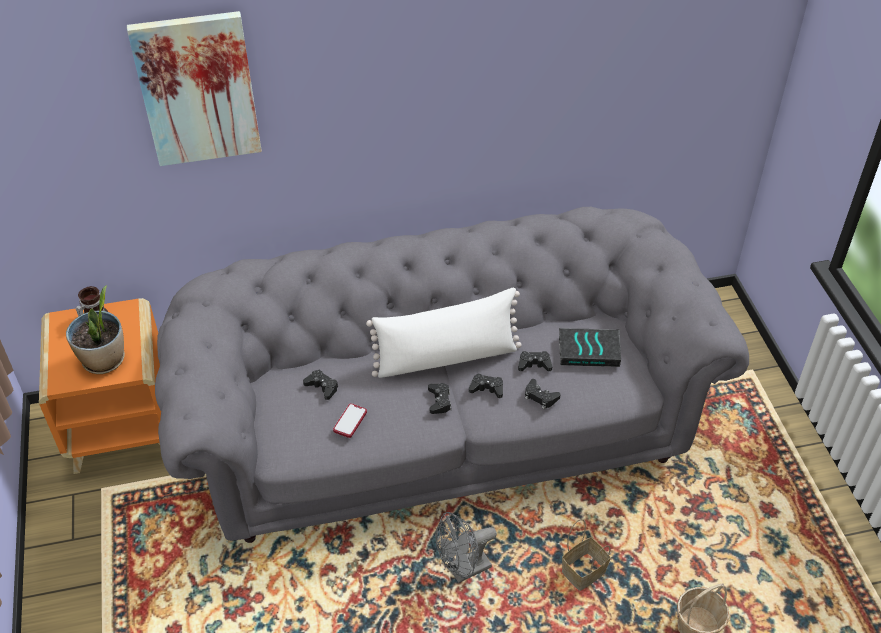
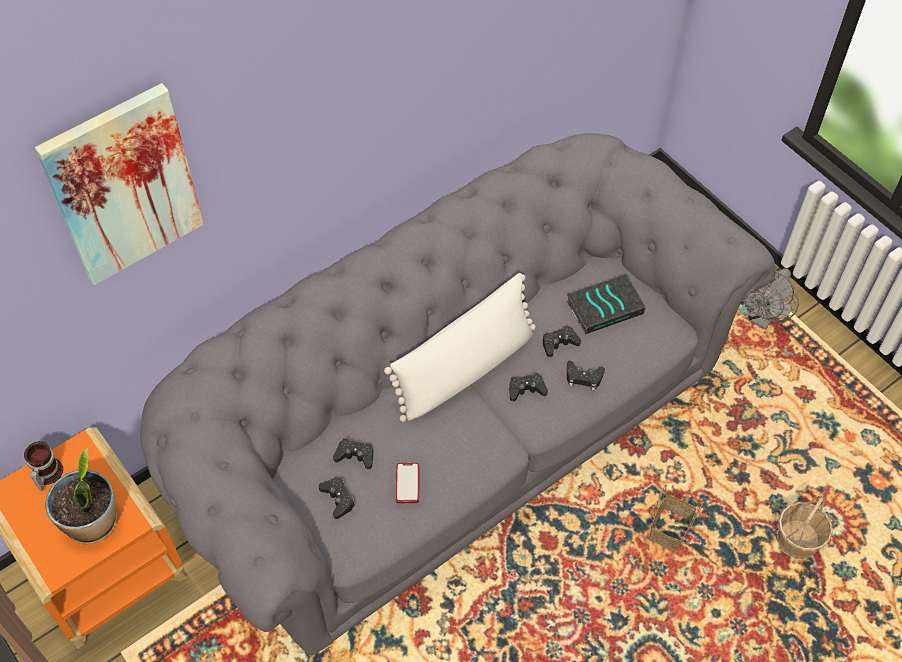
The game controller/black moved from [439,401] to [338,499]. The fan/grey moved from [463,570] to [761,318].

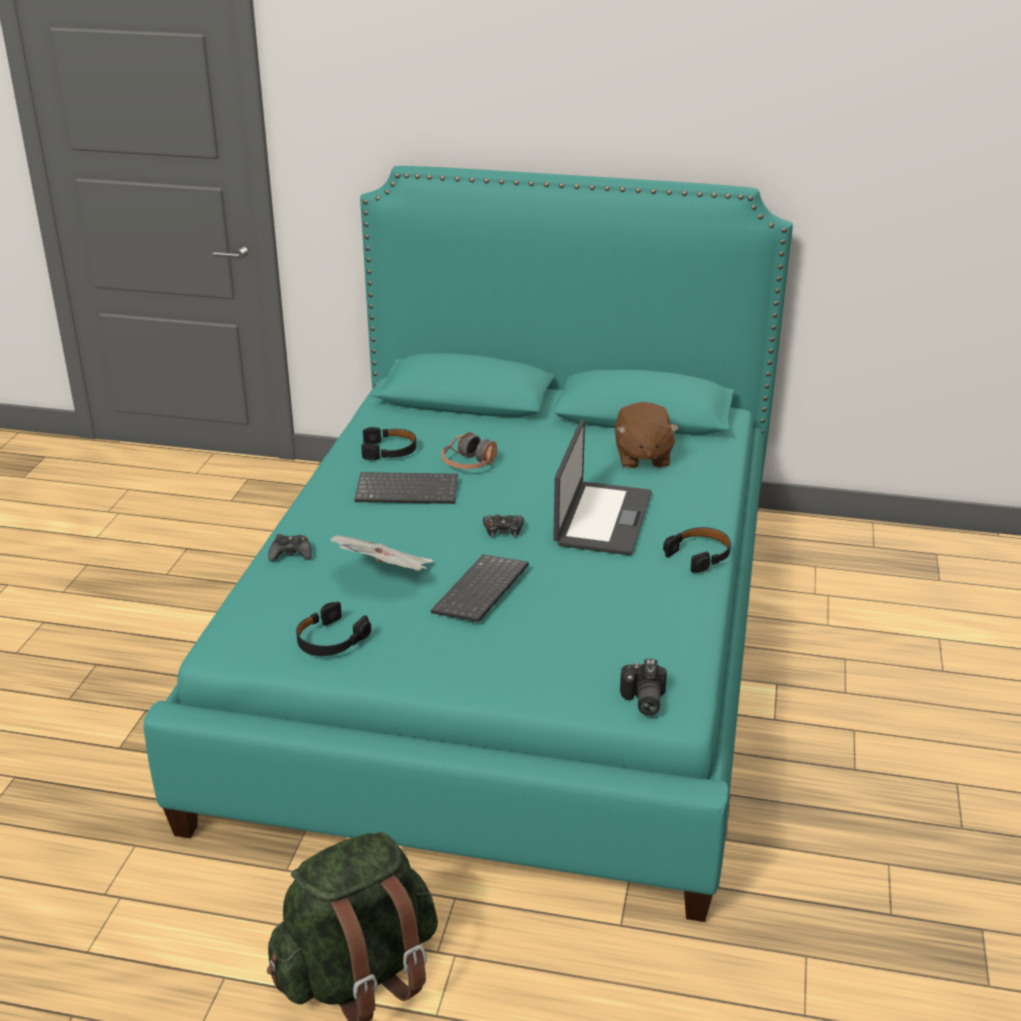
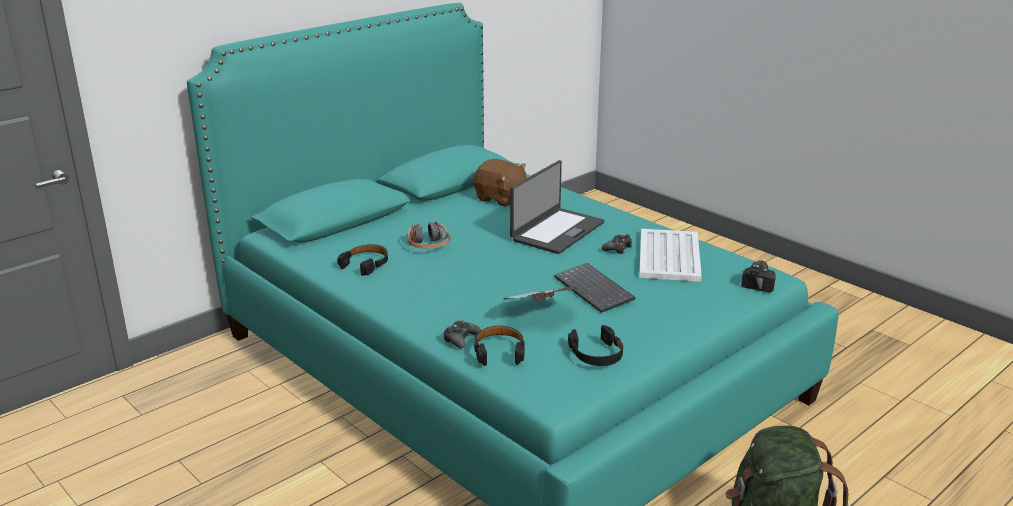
The keyboard at [408,490] disappeared. The game controller/black moved from [503,530] to [617,248]. The laptop at [601,518] turned 75 degrees clockwise. The photo camera at [642,700] turned 105 degrees counterclockwise. The headphones/black moved from [699,555] to [499,351]. The tray/white at [669,256] appeared.

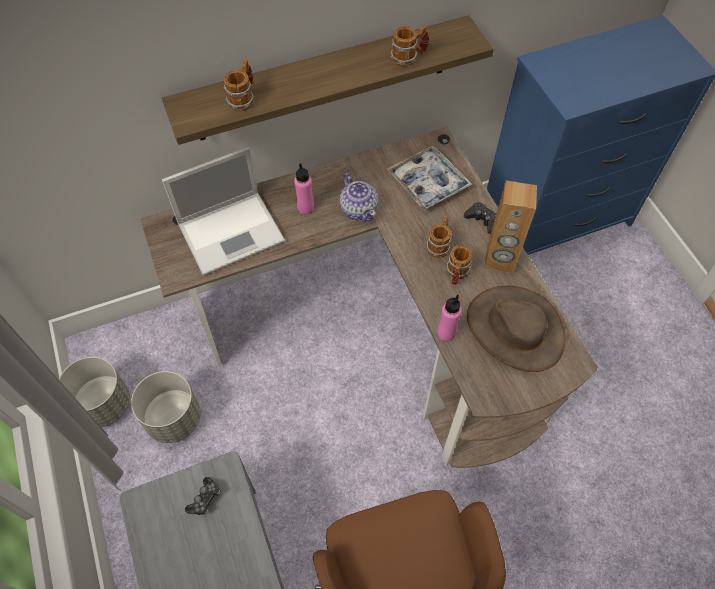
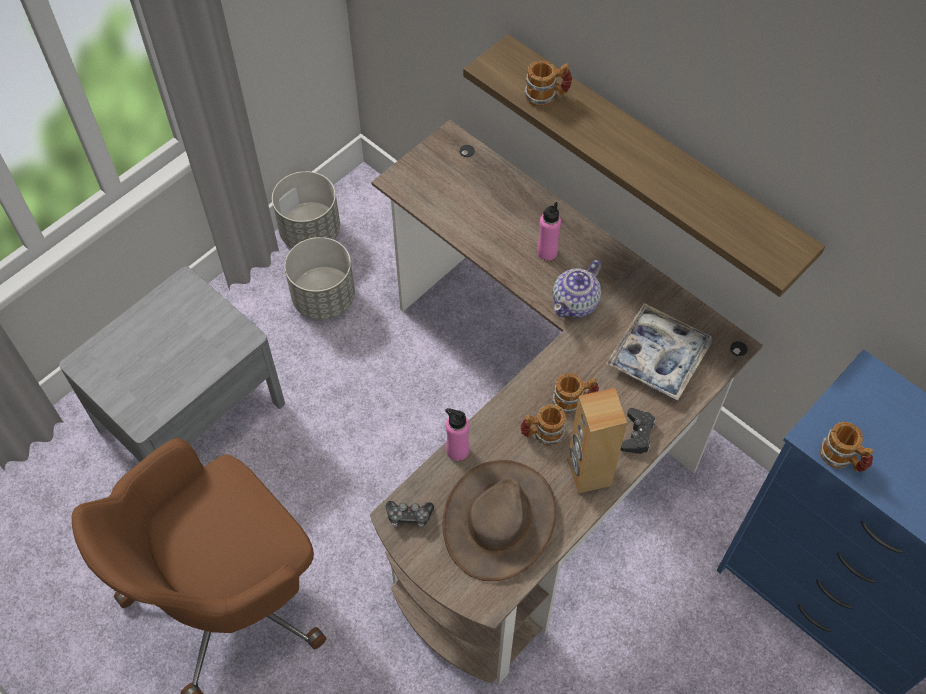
The laptop at [232,231] disappeared. The game controller moved from [205,499] to [409,516]. The mug moved from [409,57] to [842,458].

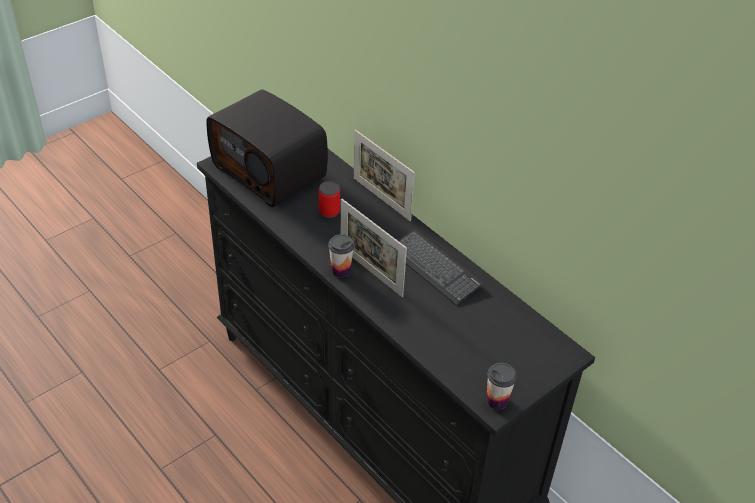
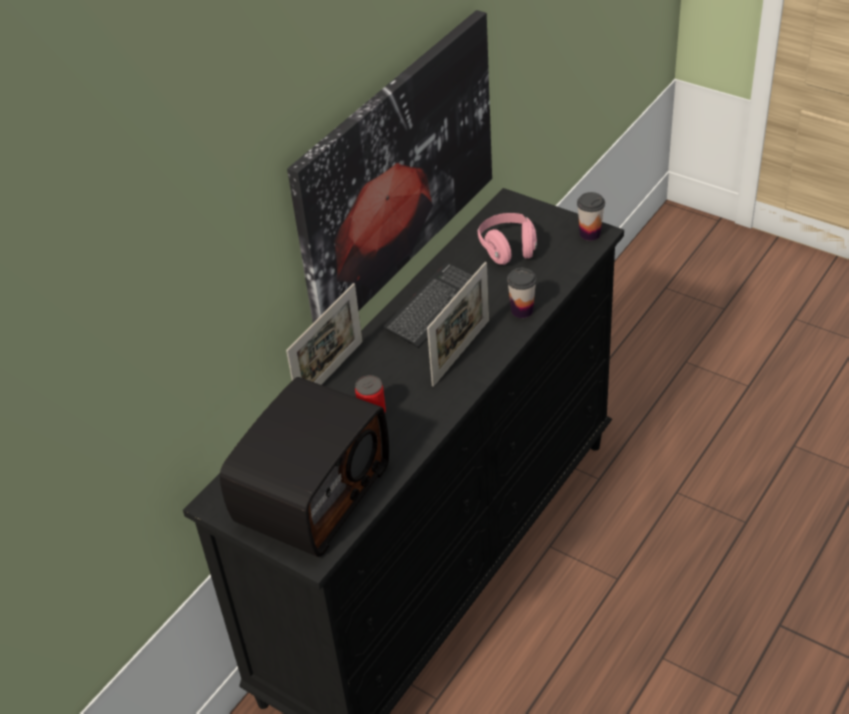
The cup moved from [341,271] to [522,310]. The picture at [396,172] appeared. The headphones/pink at [508,249] appeared.

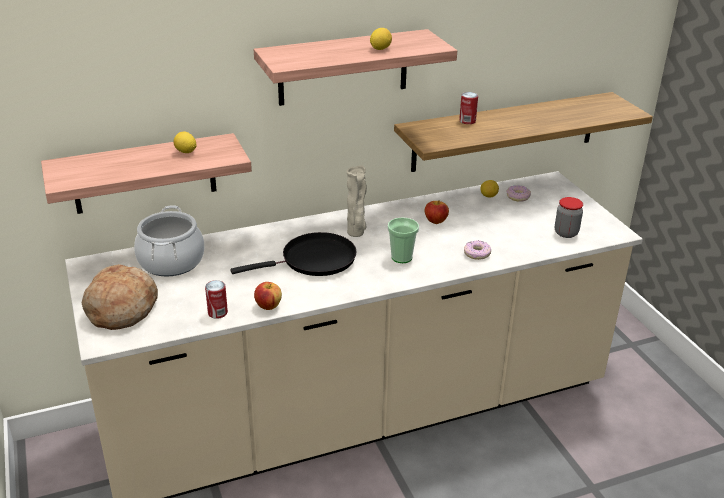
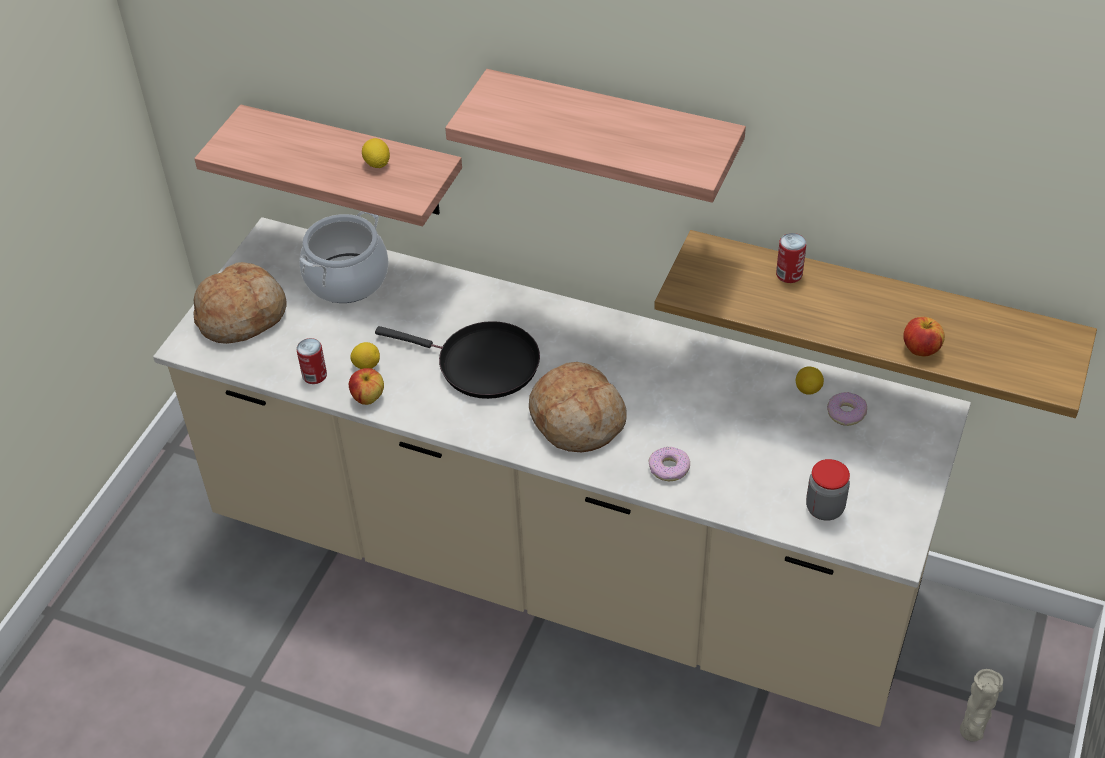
The vase/beige moved from [356,233] to [971,733]. The lemon moved from [380,49] to [366,365]. The cup at [401,257] was replaced by the bread at [577,419]. The apple moved from [435,221] to [920,349].

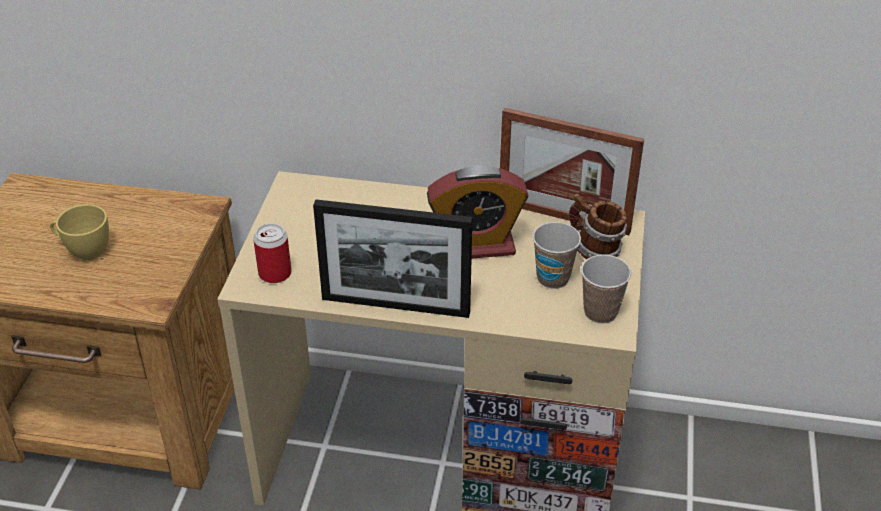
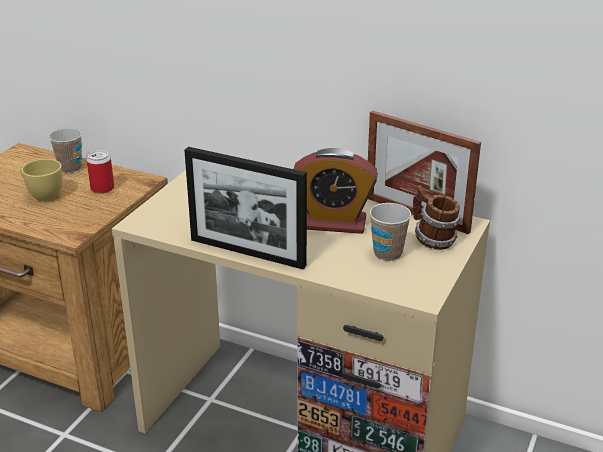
The can moved from [275,273] to [102,189]. The cup moved from [600,312] to [70,168].

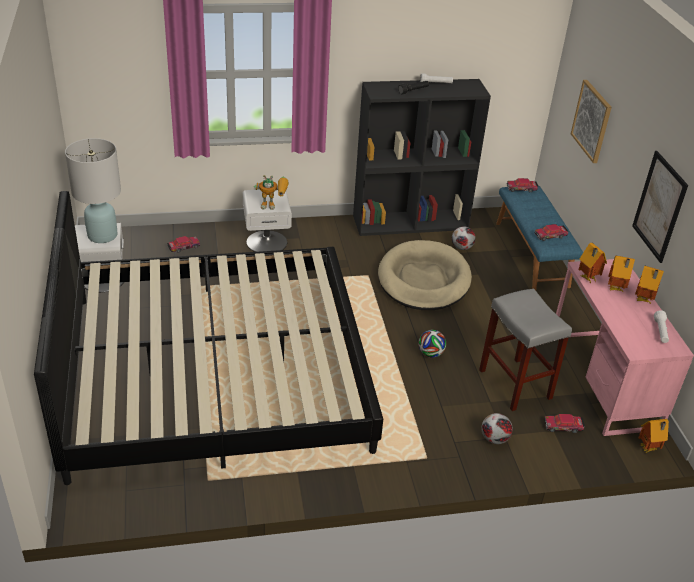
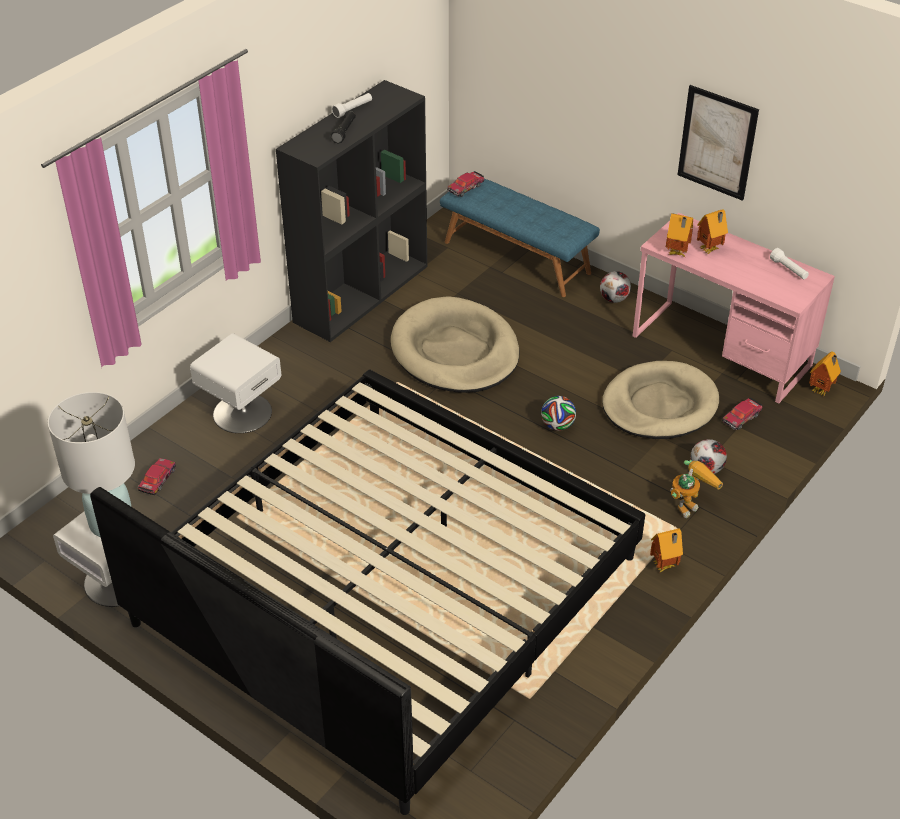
The toy robot moved from [273,205] to [689,503]. The football moved from [462,248] to [614,299]. The stool/grey at [514,383] was replaced by the dog bed/beige at [659,405]. The toy car at [550,236] disappeared. The picture at [592,121] disappeared. The toy house moved from [643,300] to [664,567].

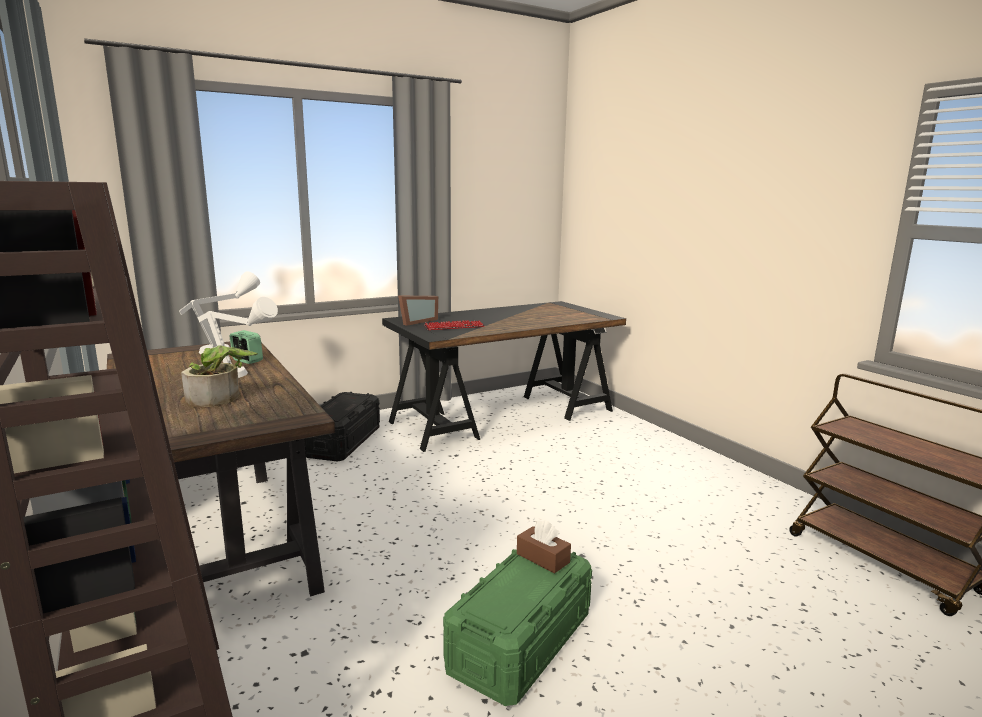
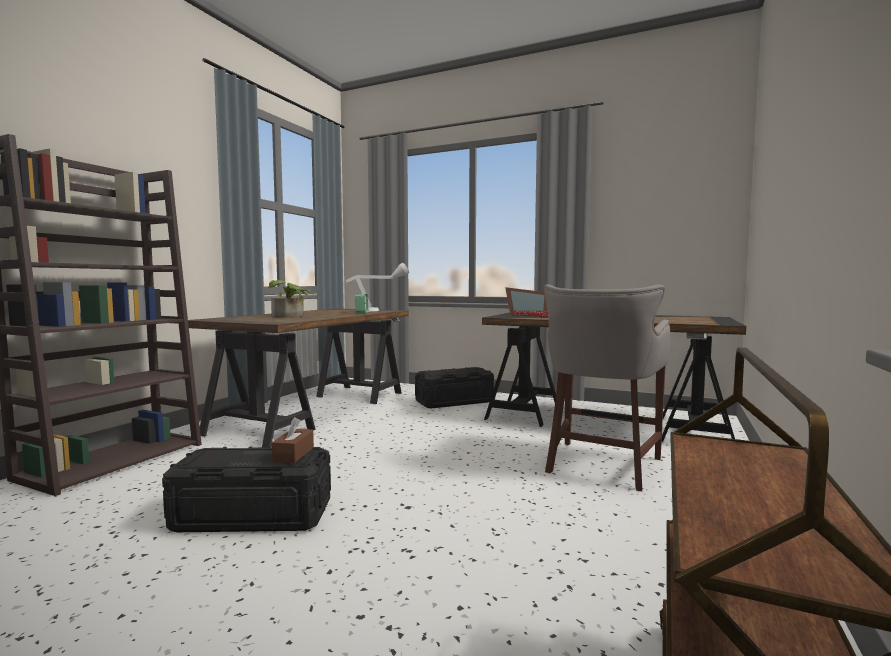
The table lamp/white at [241,377] disappeared. The storage box/green at [520,642] became the storage box/black at [253,515]. The stool/grey at [601,465] appeared.

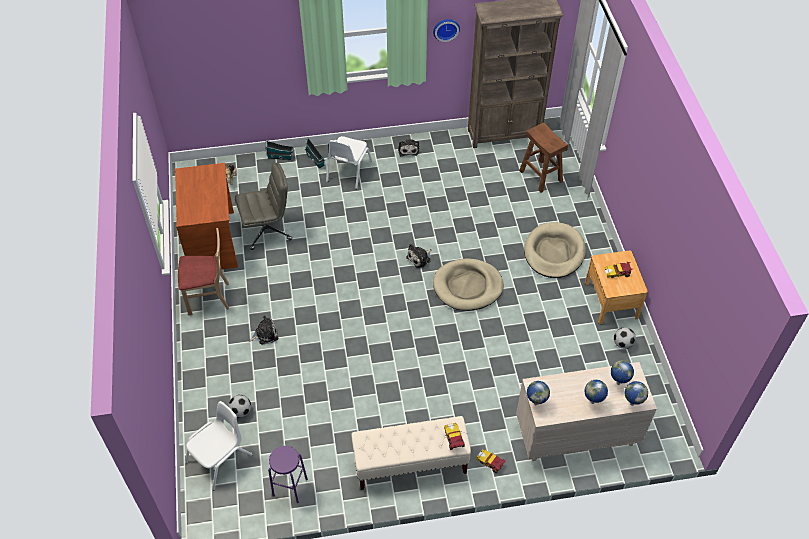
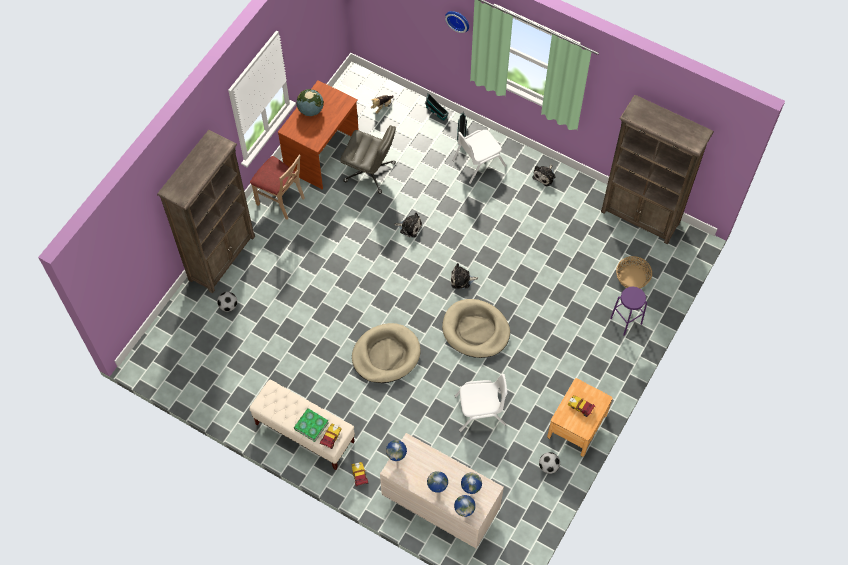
The chair/white moved from [220,459] to [480,411]. The plush toy moved from [265,334] to [409,227]. The stool/purple moved from [290,487] to [626,321]. The wall clock moved from [446,28] to [458,20]. The stool/brown at [541,176] was replaced by the basket at [632,278]. The dog bed/beige moved from [554,252] to [386,355]. The bookcase/brown at [222,257] appeared. The book at [311,426] appeared. The globe at [310,110] appeared.

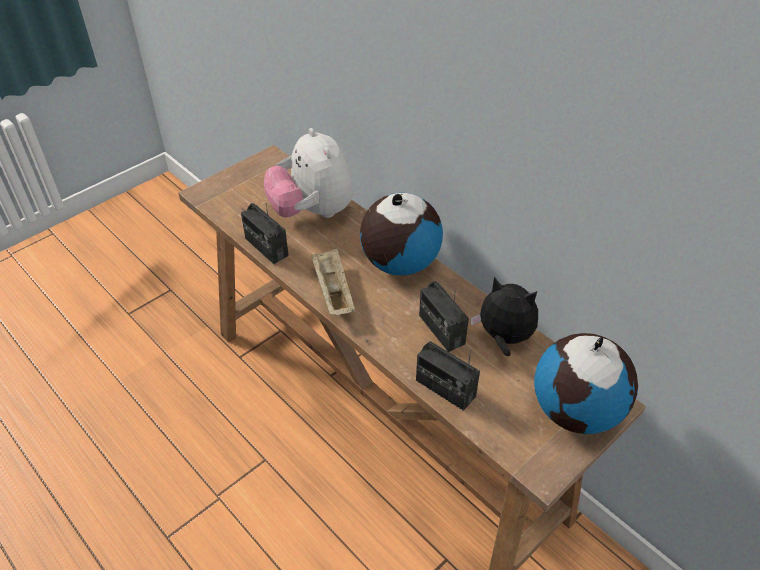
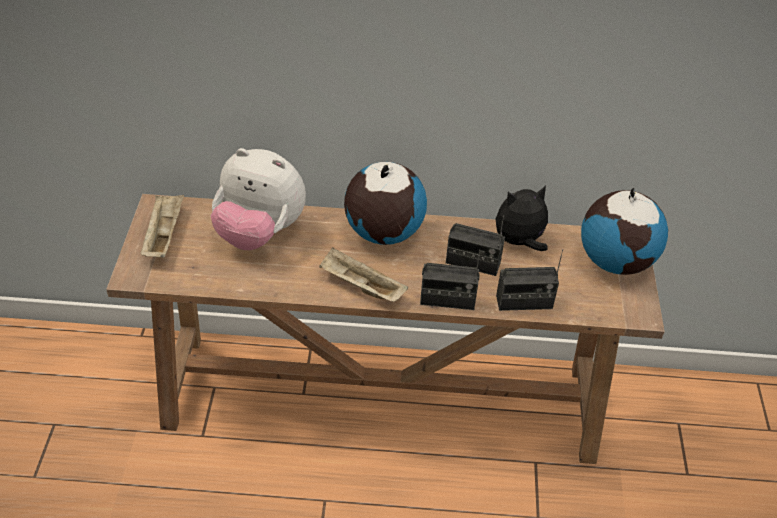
The radio moved from [266,247] to [447,300]. The tray/beige at [164,235] appeared.

